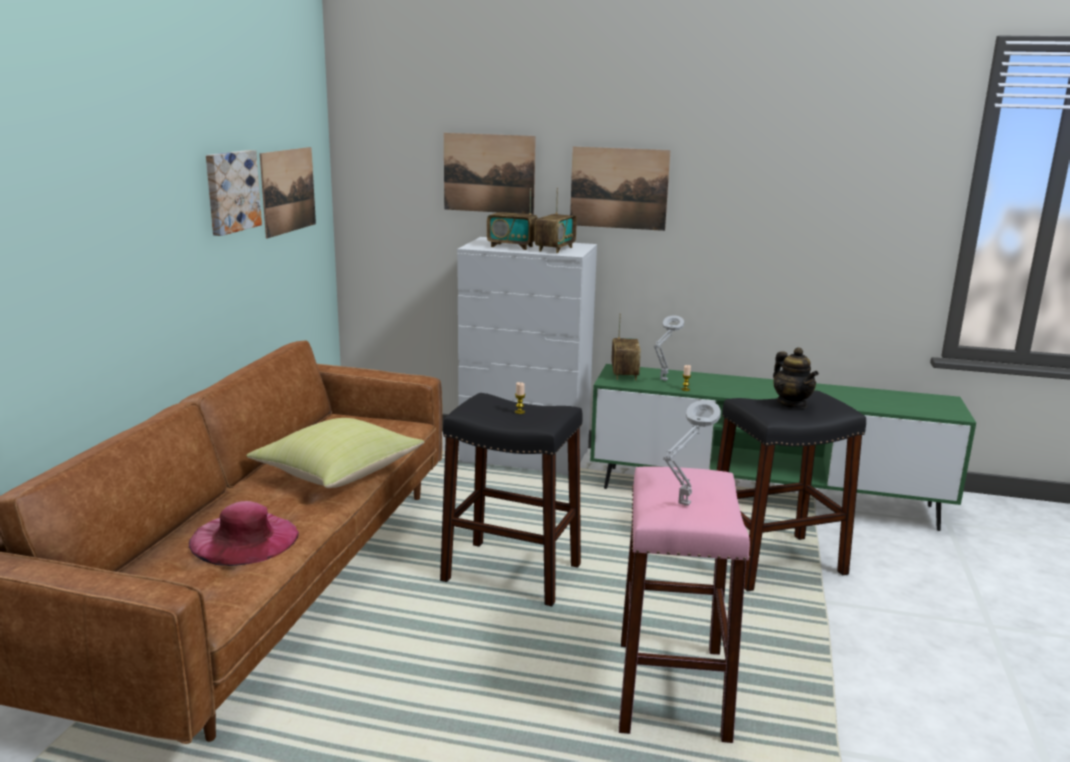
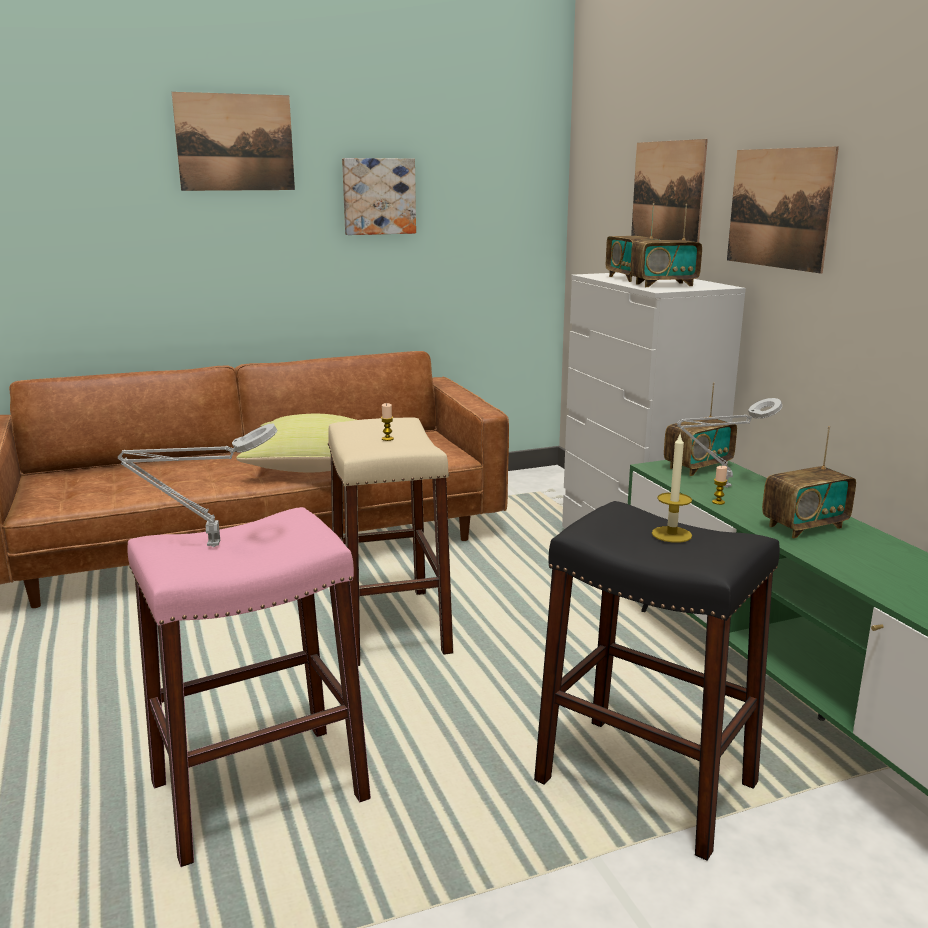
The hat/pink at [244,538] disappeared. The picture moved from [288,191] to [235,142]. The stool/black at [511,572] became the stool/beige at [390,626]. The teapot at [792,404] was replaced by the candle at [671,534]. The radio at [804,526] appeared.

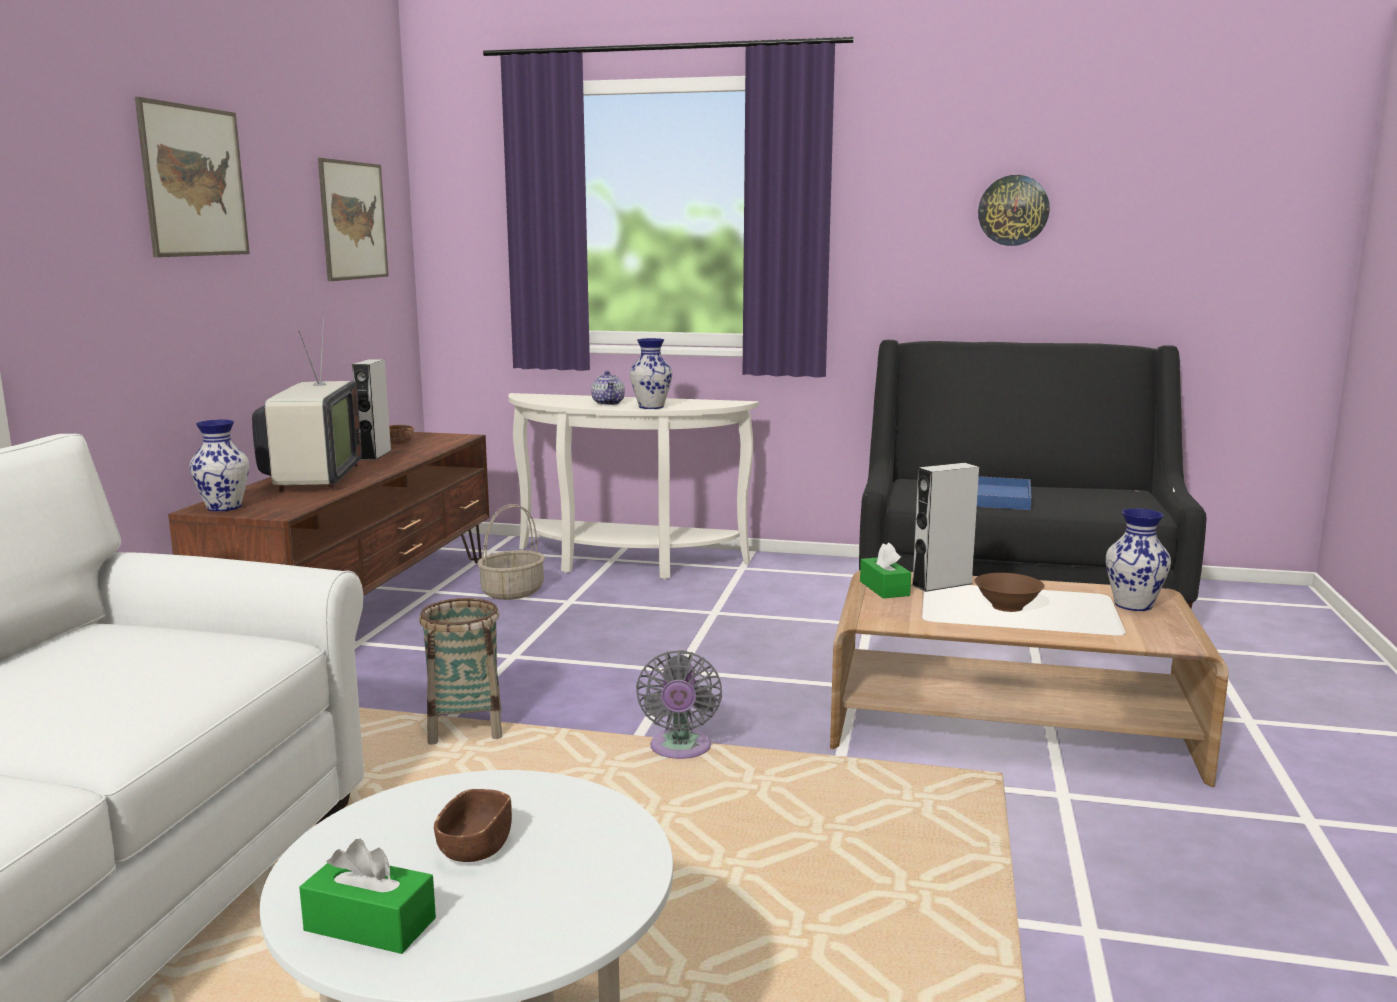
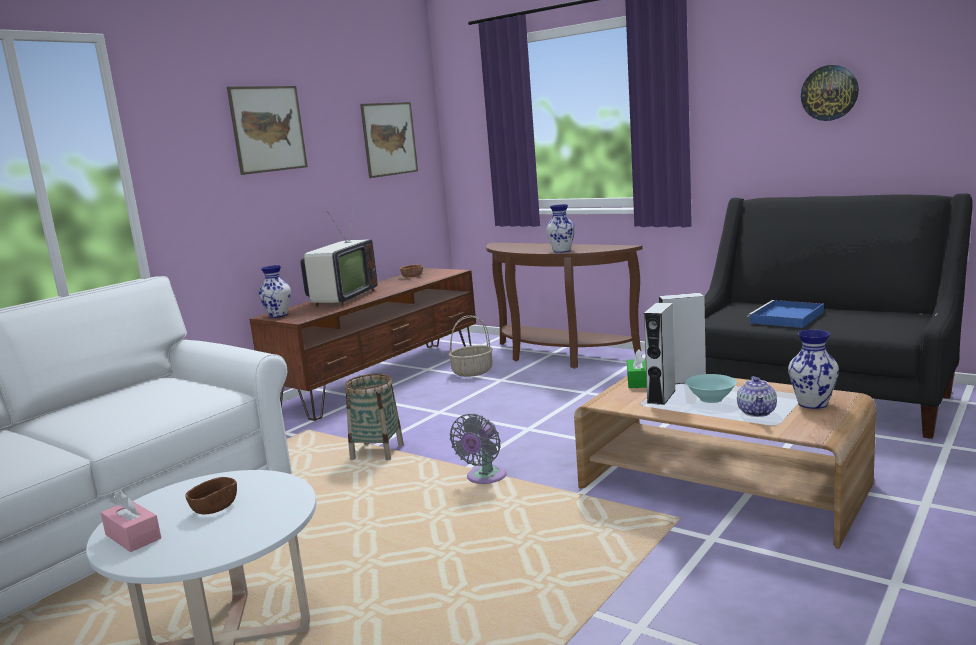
The tissue box/green at [370,924] became the tissue box/pink at [133,536]. The speaker/grey moved from [375,455] to [661,396]. The console table/white at [624,564] became the console table/brown at [556,357]. The teapot moved from [608,403] to [757,412]. The bowl/brown at [1008,606] became the bowl/turquoise at [711,399].

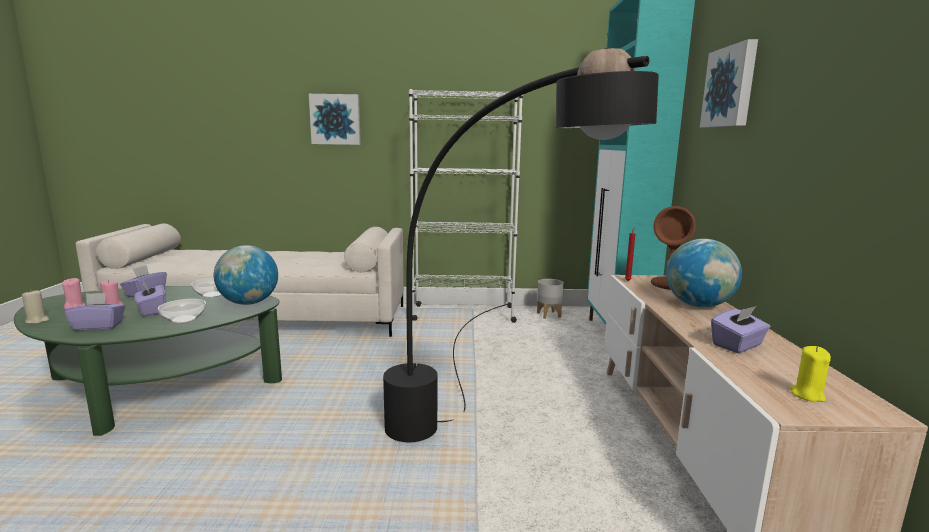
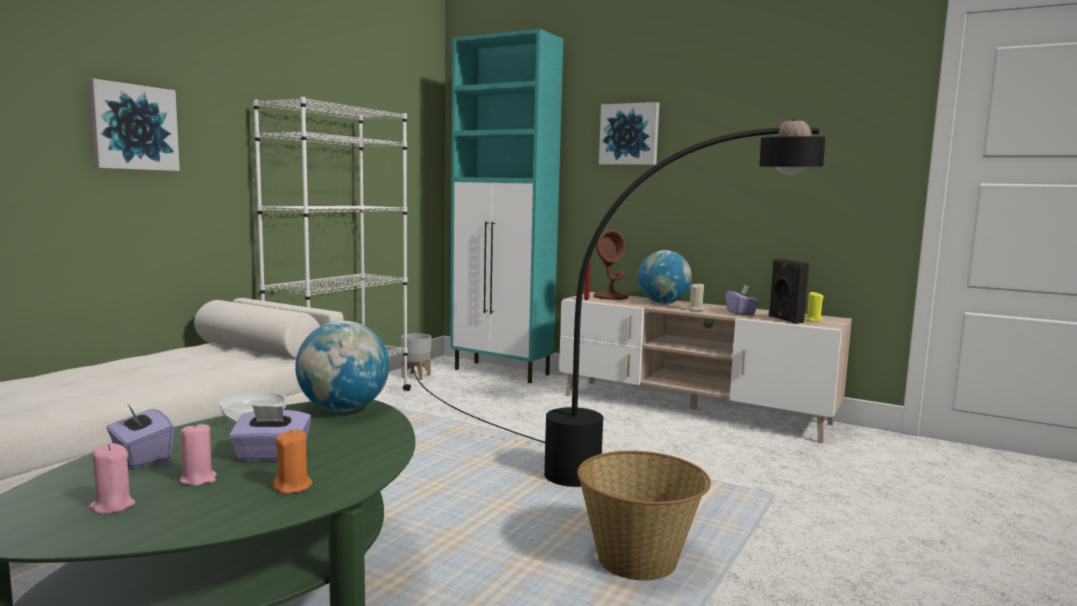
The candle/beige moved from [37,320] to [695,310]. The tissue box/purple at [99,326] was replaced by the candle/orange at [293,487]. The bowl at [183,319] disappeared. The basket at [638,561] appeared. The speaker/black at [784,319] appeared.

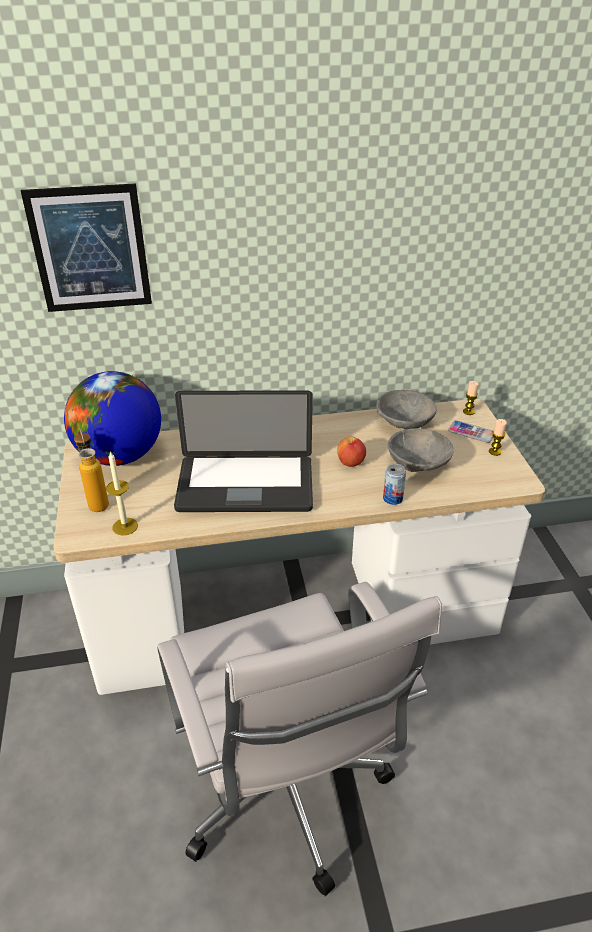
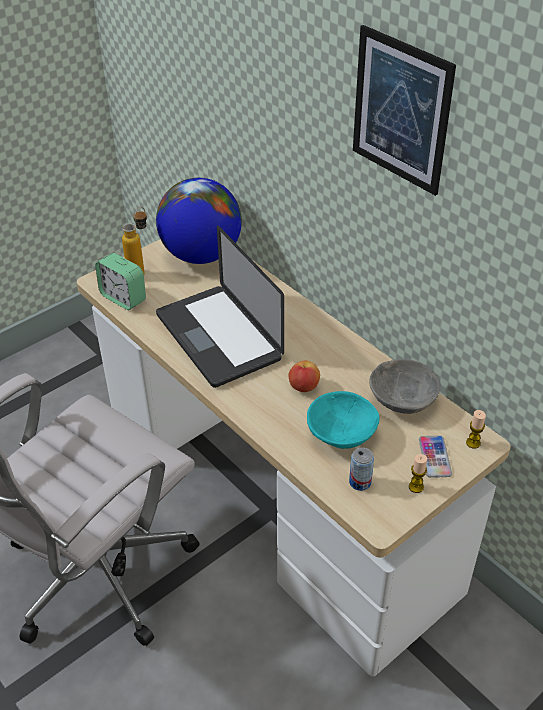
The picture moved from [90,249] to [401,110]. The candle at [125,526] was replaced by the alarm clock at [123,298]. The can moved from [392,498] to [360,482]. The bowl/grey at [419,465] became the bowl/turquoise at [340,435].

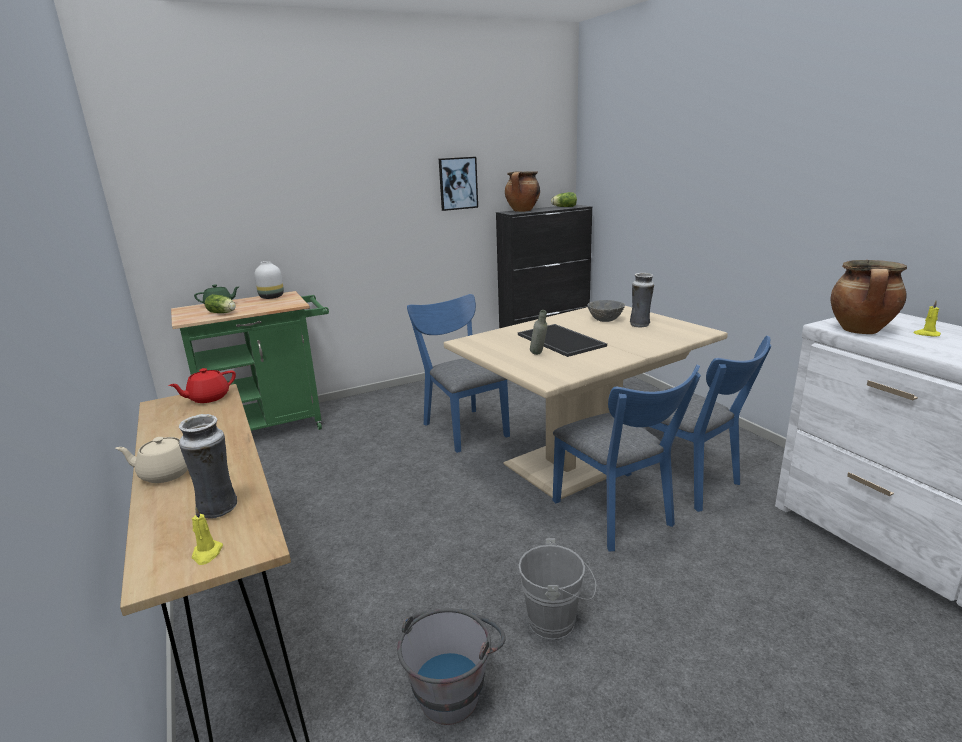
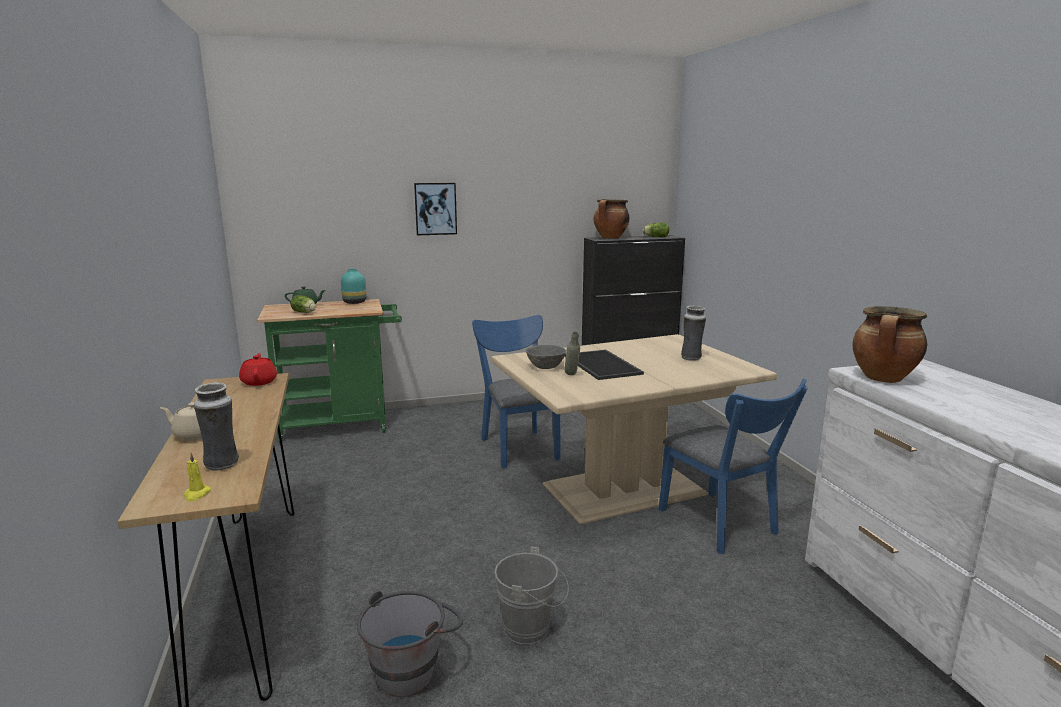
The teapot/red at [208,398] turned 105 degrees clockwise. The vase/white at [271,297] became the vase/turquoise at [354,302]. The picture moved from [458,183] to [435,208]. The chair/blue at [617,517] disappeared. The bowl/grey moved from [605,320] to [545,367]. The candle/yellow at [926,334] disappeared.

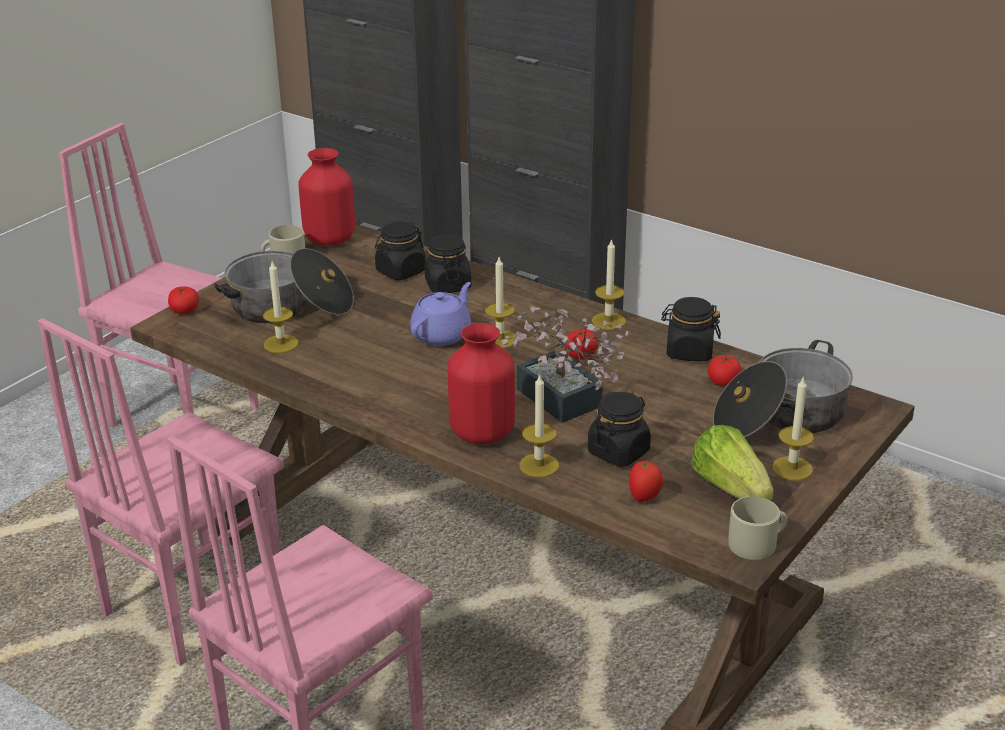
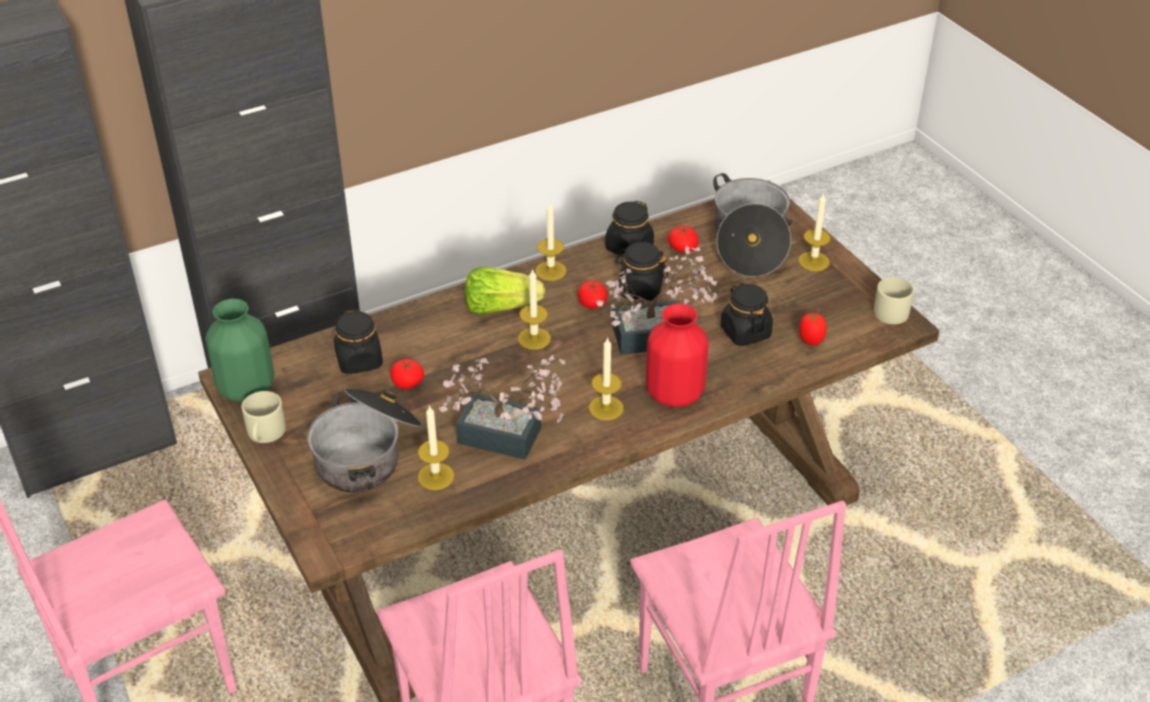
The tomato moved from [184,310] to [407,382]. The vase/red at [330,239] became the vase/green at [246,388]. The teapot/purple at [442,334] disappeared. The jar/black moved from [447,285] to [640,289]. The candle moved from [539,465] to [606,408]. The lettuce moved from [731,488] to [500,307]. The potted plant at [508,438] appeared.

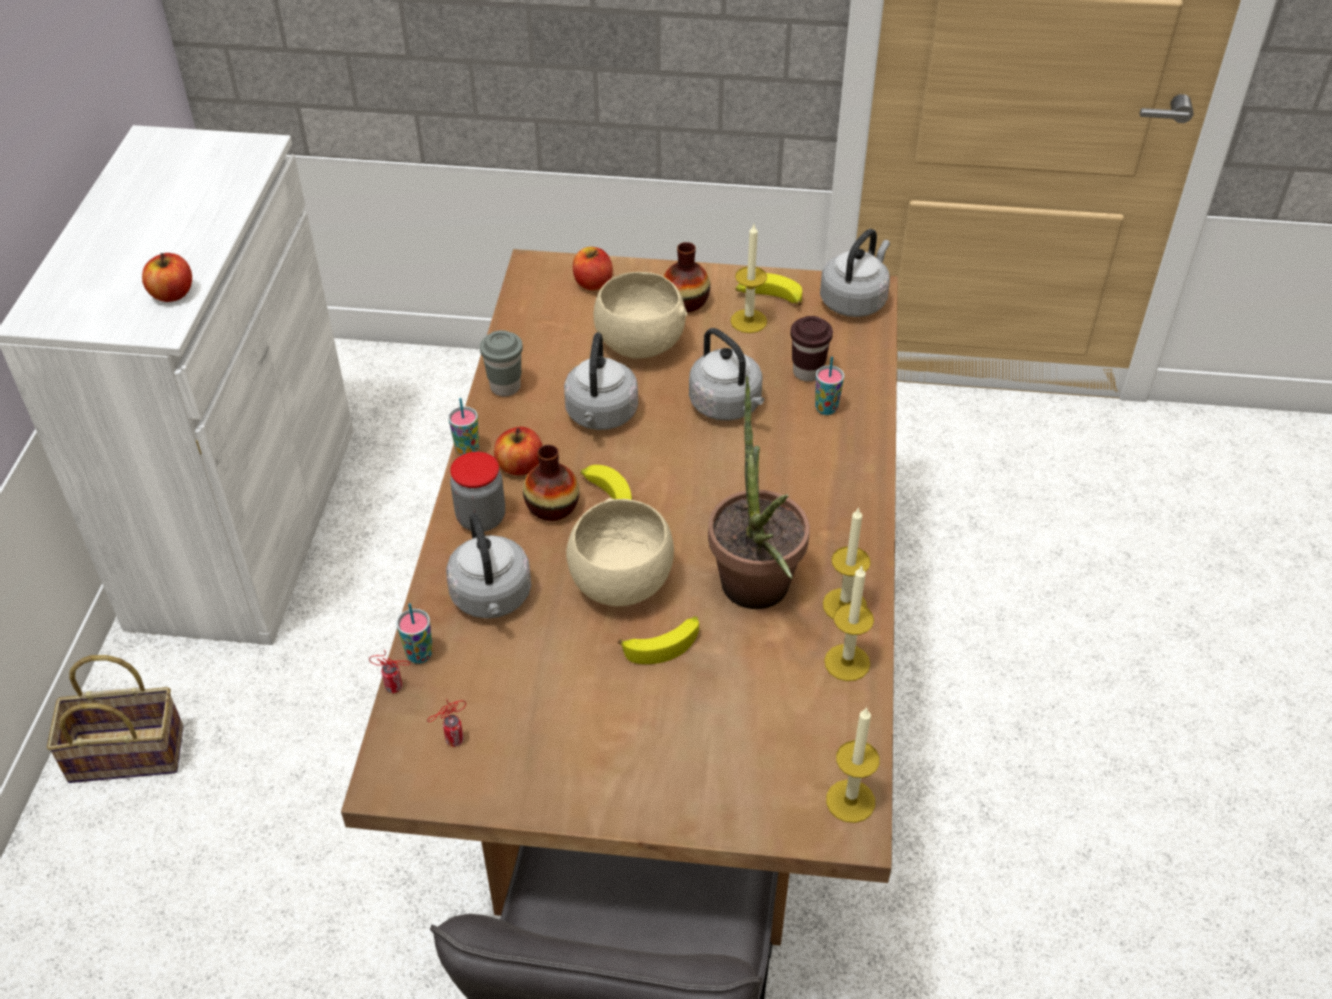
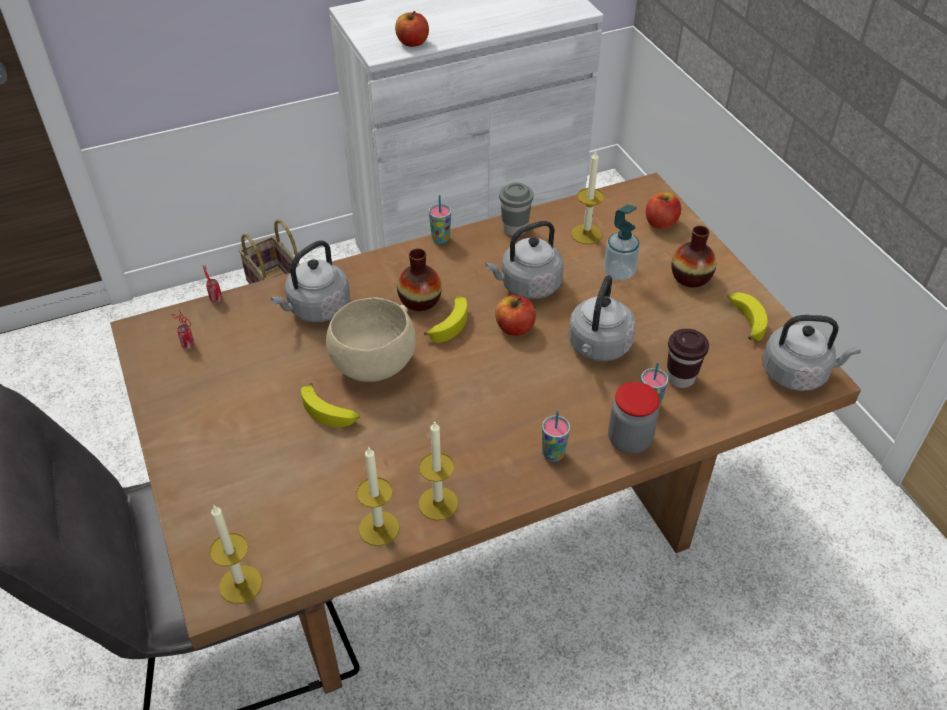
The cup moved from [419,654] to [553,454]. The jar moved from [481,518] to [629,440]. The apple moved from [520,466] to [514,328]. The bowl/beige at [638,344] was replaced by the soap dispenser at [619,273]. The potted plant at [756,596] disappeared. The candle moved from [748,321] to [586,234].

